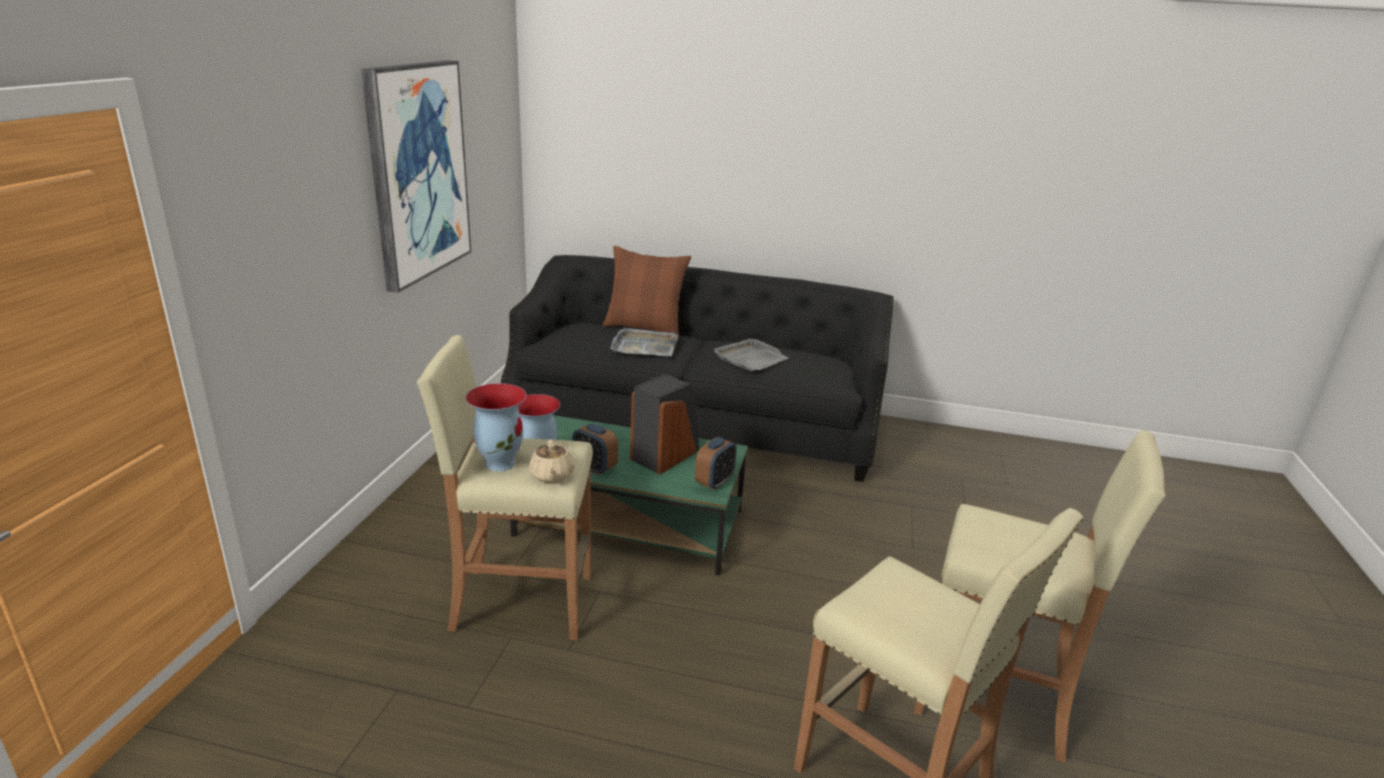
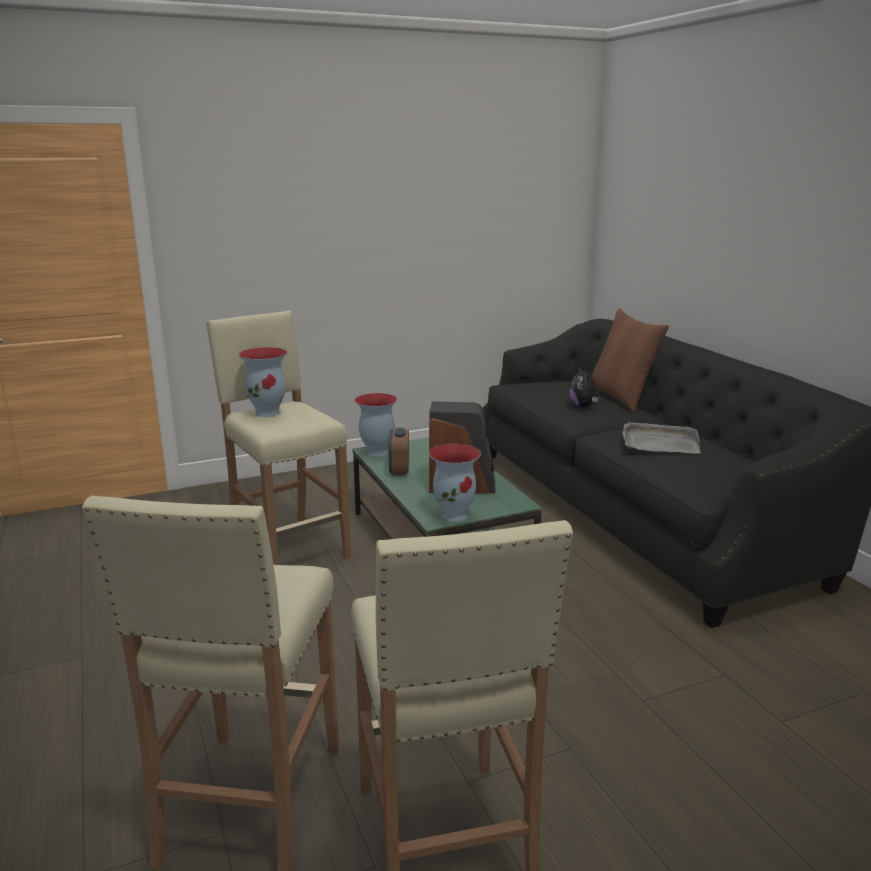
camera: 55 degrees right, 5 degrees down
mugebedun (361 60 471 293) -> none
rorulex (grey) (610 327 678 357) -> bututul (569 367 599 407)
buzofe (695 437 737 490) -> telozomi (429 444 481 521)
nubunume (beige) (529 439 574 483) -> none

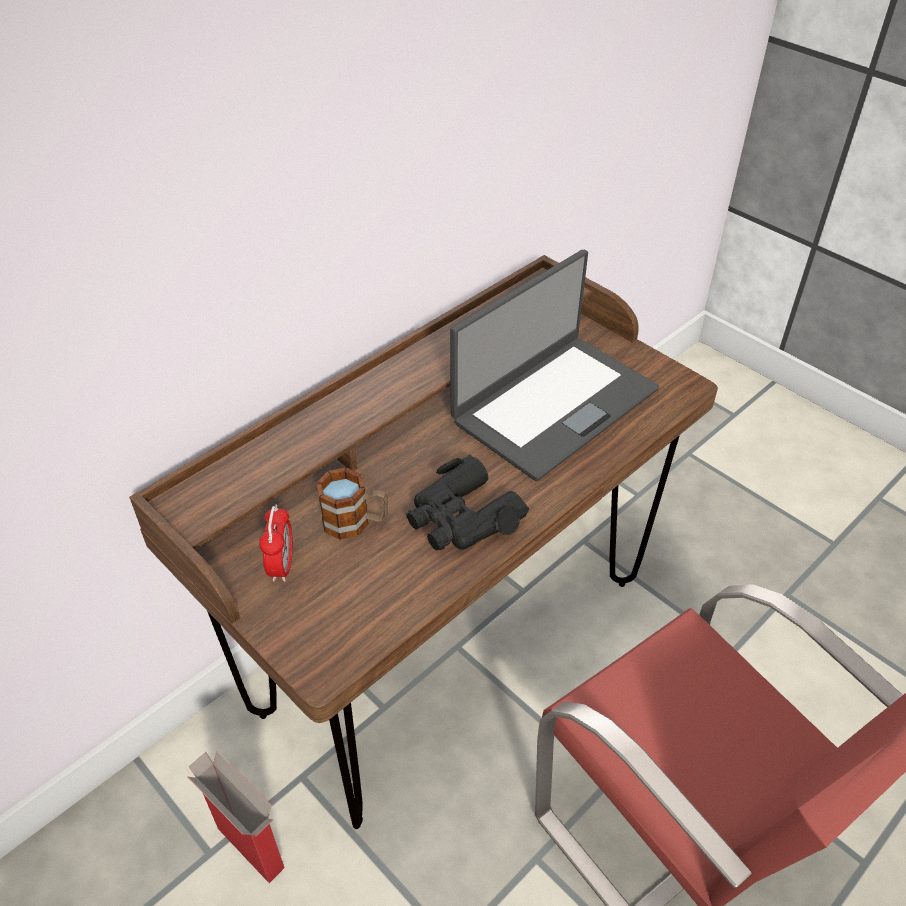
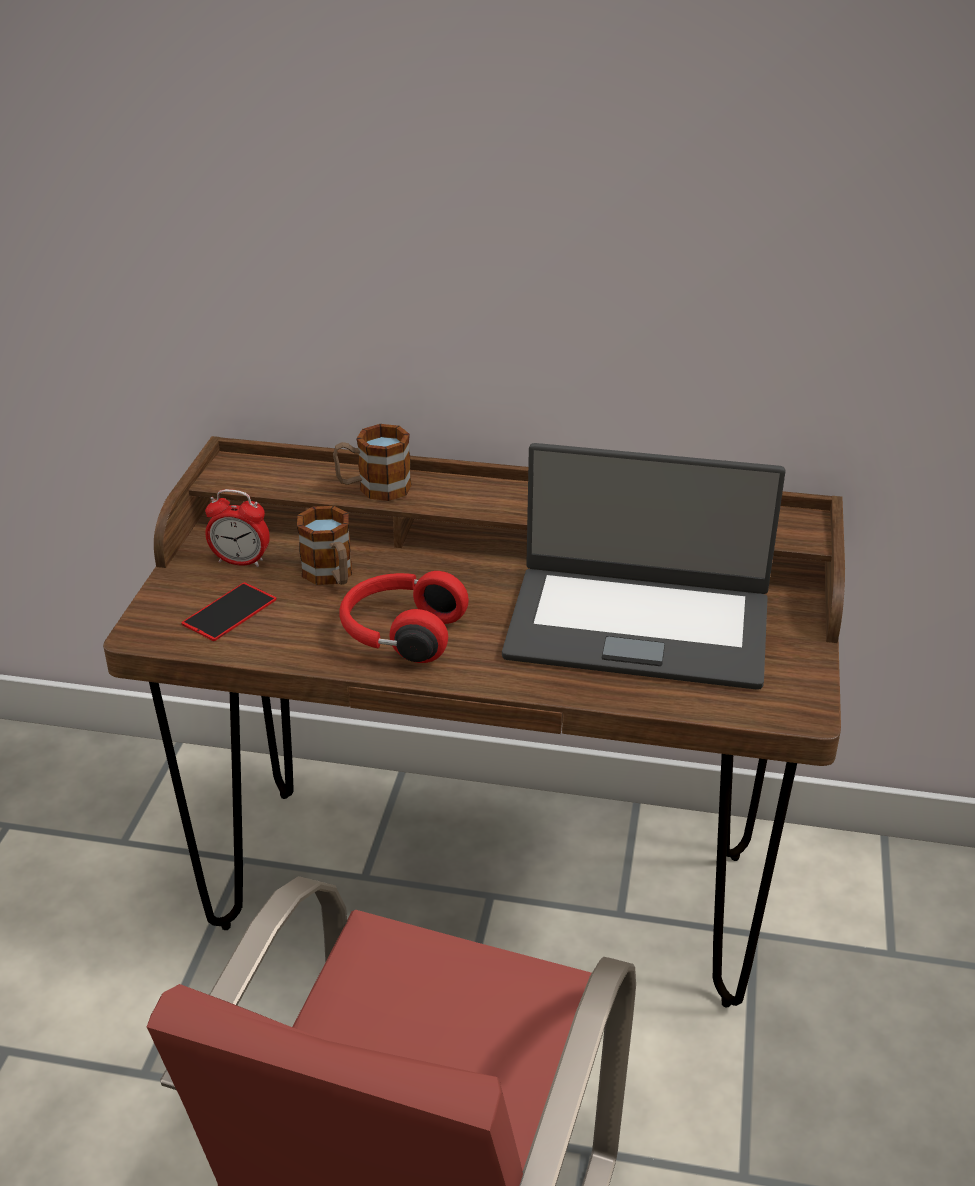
camera: 55 degrees right, 10 degrees down
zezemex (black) (406 455 529 550) -> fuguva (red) (339 571 469 663)
buzofe (259 505 293 582) -> buzofe (205 489 270 567), 45 degrees clockwise
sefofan (188 751 285 883) -> none
none -> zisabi (333 424 412 501)
none -> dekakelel (182 582 277 641)

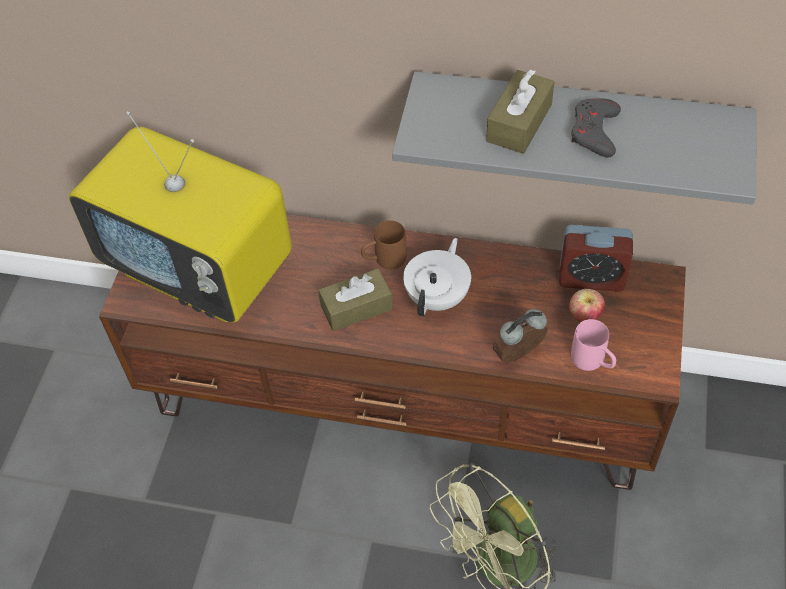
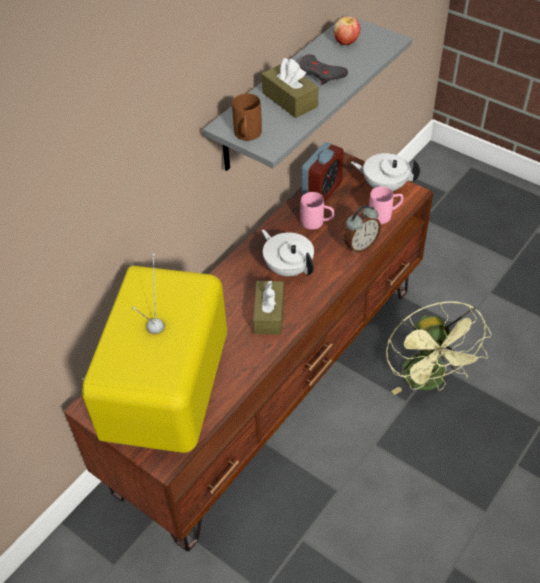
camera: 65 degrees left, 5 degrees down
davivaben (69 111 292 323) -> davivaben (82 253 227 453), 135 degrees clockwise
zisabi (brown) (361 220 406 270) -> zisabi (brown) (232 93 262 141), move
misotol (569 289 605 322) -> misotol (334 16 360 45), move
buzofe (493 309 547 363) -> buzofe (344 205 381 254), 120 degrees counterclockwise
none -> nubunume (white) (351 153 420 191)
none -> zisabi (pink) (301 192 335 230)

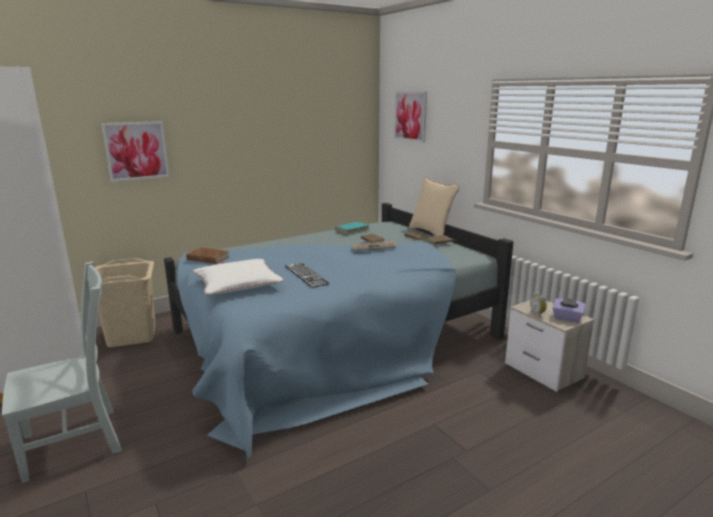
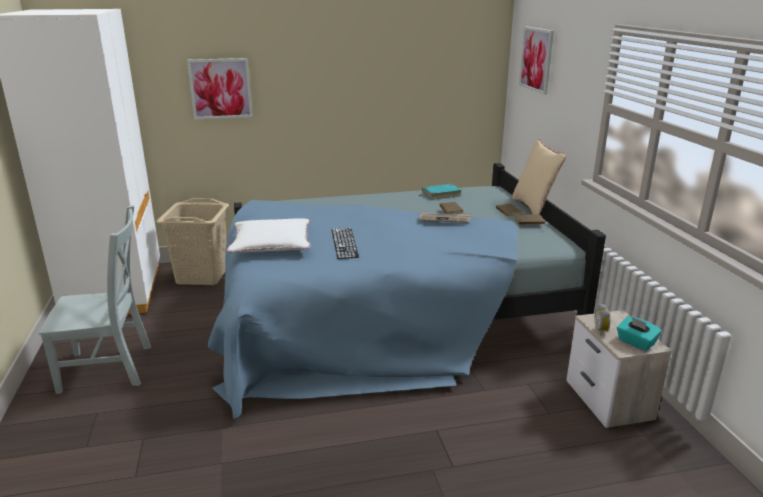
camera: 20 degrees right, 5 degrees up
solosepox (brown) (186 247 229 264) -> none
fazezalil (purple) (553 297 586 322) -> fazezalil (turquoise) (617 316 662 351)

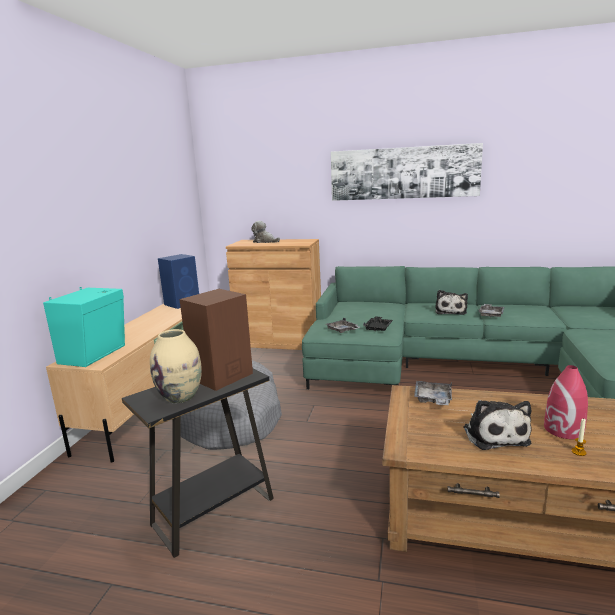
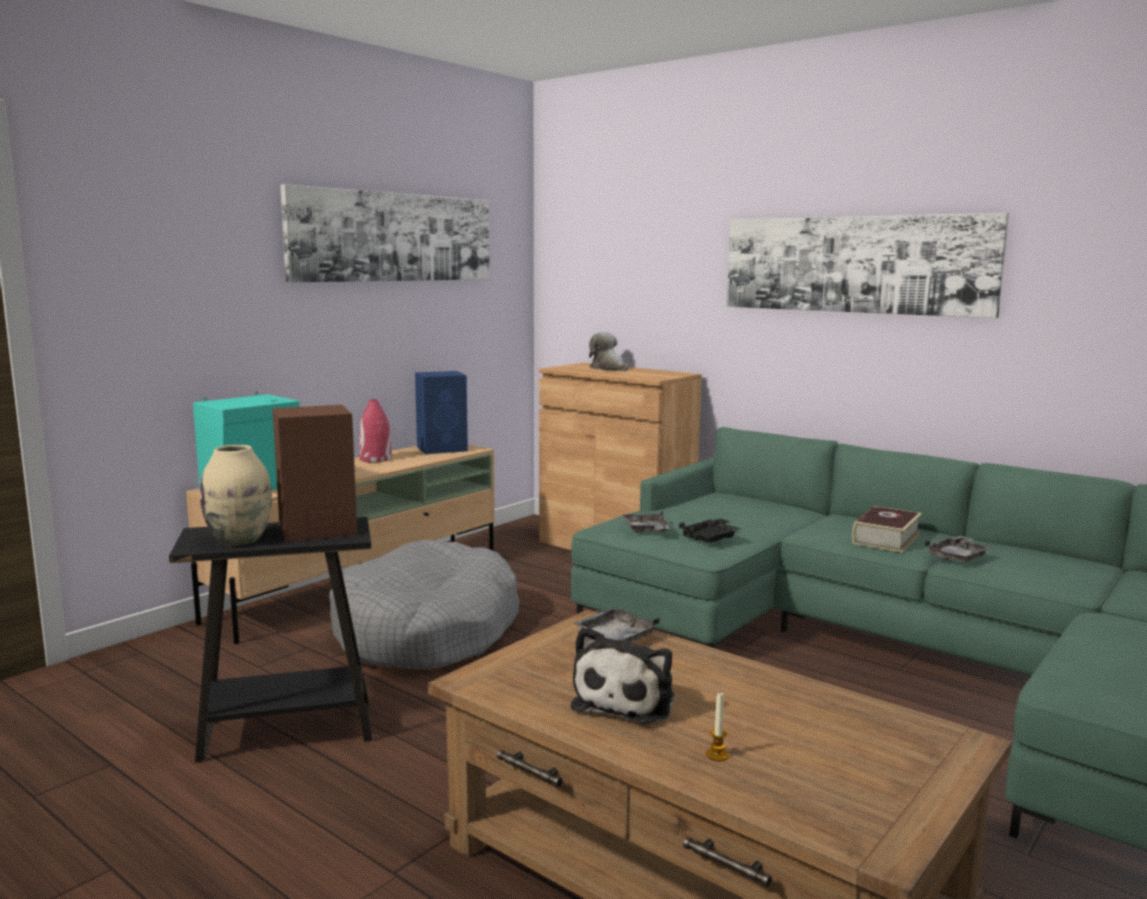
camera: 25 degrees right, 5 degrees down
bututul (435 290 468 315) -> solosepox (852 506 922 553)
telozomi (red) (544 365 588 439) -> telozomi (red) (359 399 392 462), move
none -> mugebedun (280 184 489 282)

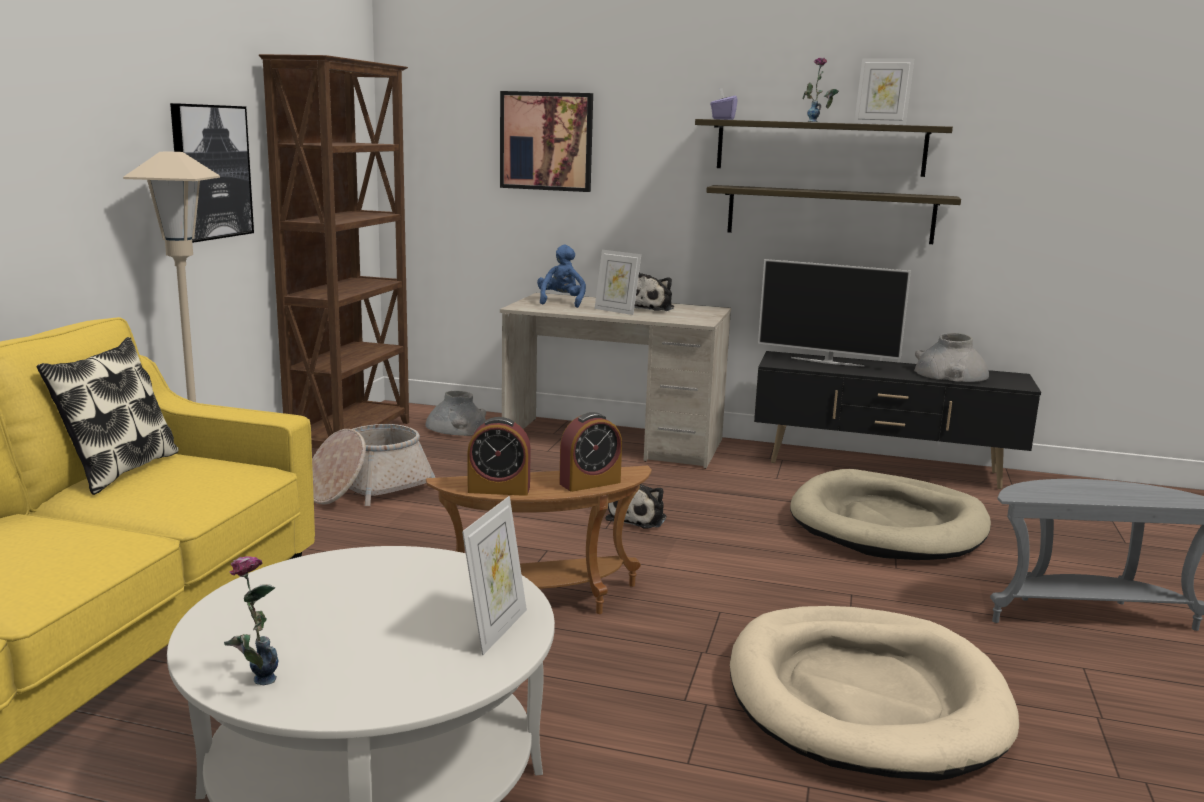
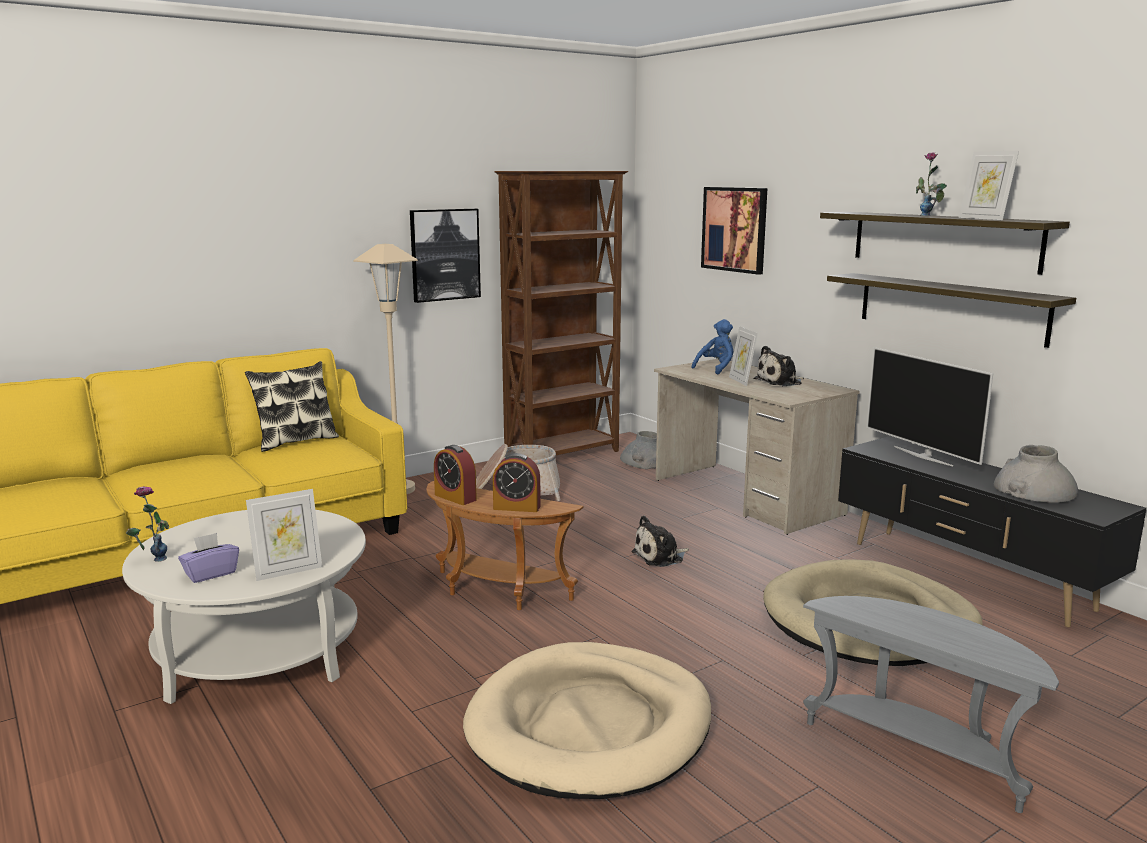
camera: 40 degrees right, 0 degrees up
fazezalil (purple) (710 88 738 120) -> fazezalil (purple) (178 533 239 583), move

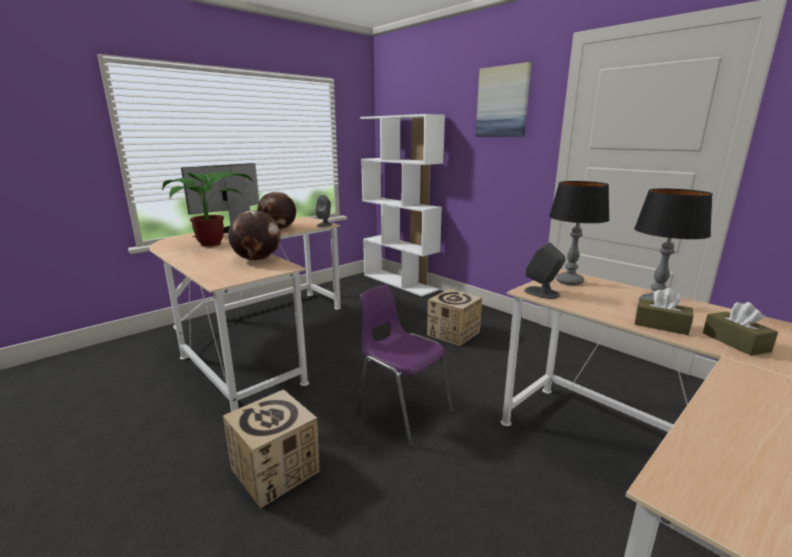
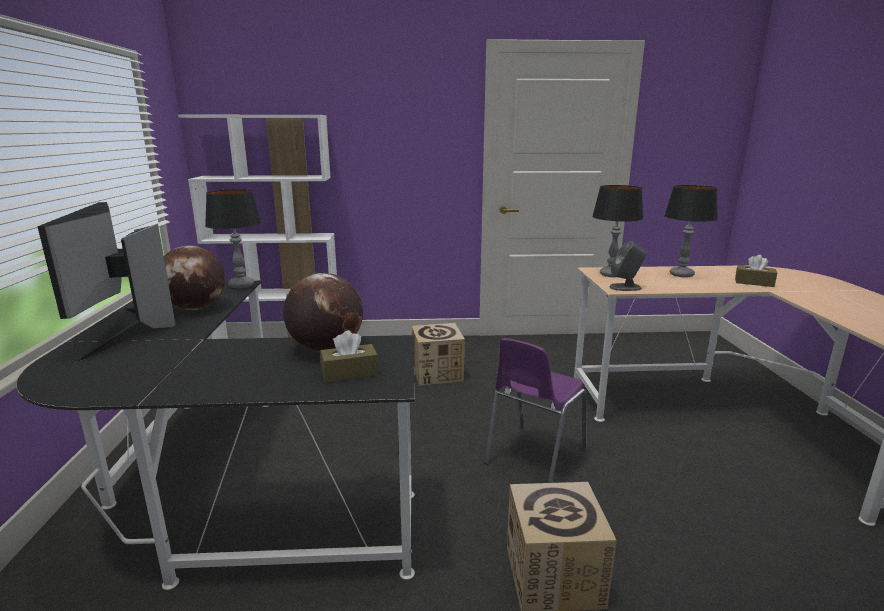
camera: 50 degrees left, 0 degrees up
mugebedun (476 62 531 137) -> none
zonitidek (162 172 253 247) -> none
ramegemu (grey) (316 195 333 227) -> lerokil (205 189 261 289)
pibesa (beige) (149 217 341 412) -> pibesa (black) (16 281 415 590)
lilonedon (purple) (356 285 453 447) -> lilonedon (purple) (485 338 587 483), 45 degrees counterclockwise
fazezalil (brown) (635 288 693 335) -> fazezalil (brown) (320 330 378 383), move

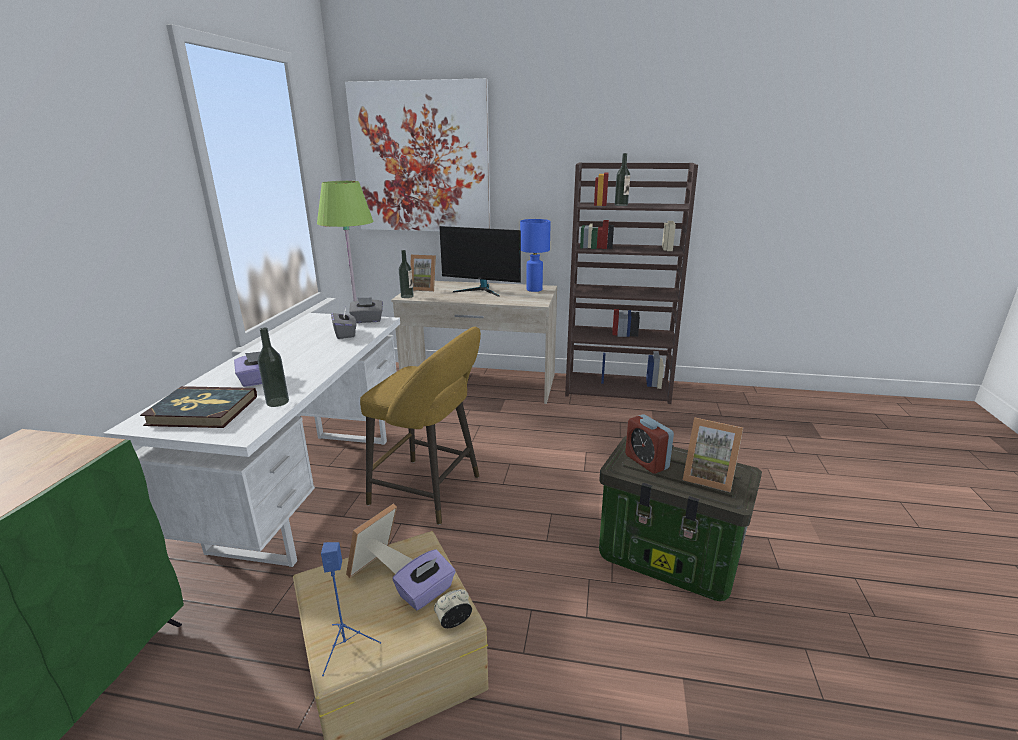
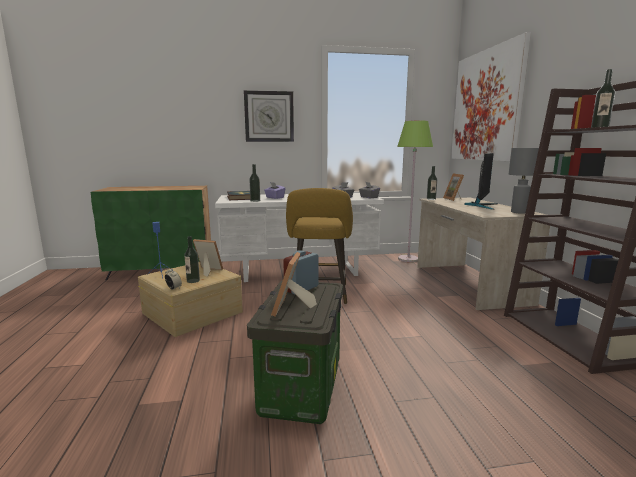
camera: 70 degrees right, 10 degrees down
lerokil (blue) (520 219 551 292) -> lerokil (grey) (509 148 539 214)
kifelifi (439 226 521 297) -> kifelifi (464 153 498 210), 150 degrees counterclockwise
fazezalil (purple) (393 549 456 610) -> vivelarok (185 236 200 283)
none -> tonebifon (244 90 294 142)

